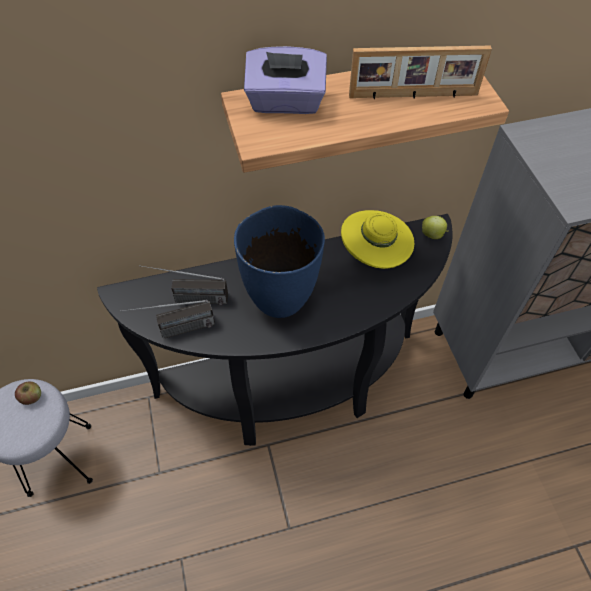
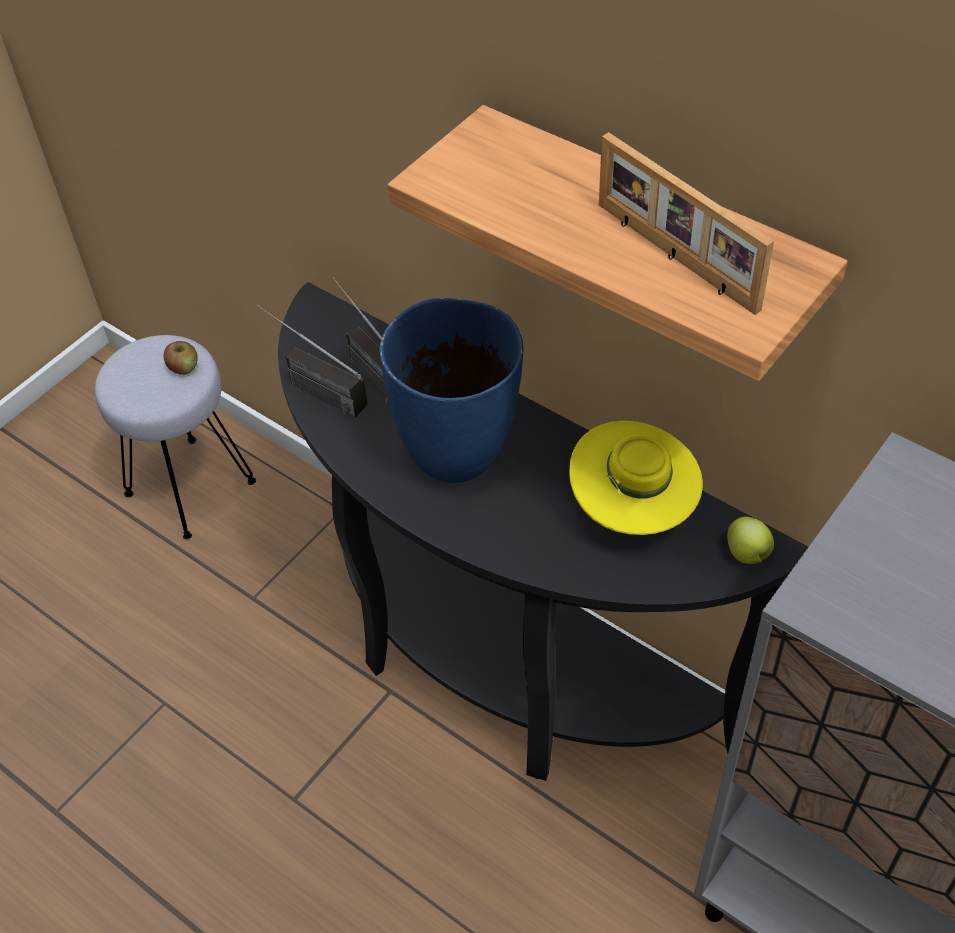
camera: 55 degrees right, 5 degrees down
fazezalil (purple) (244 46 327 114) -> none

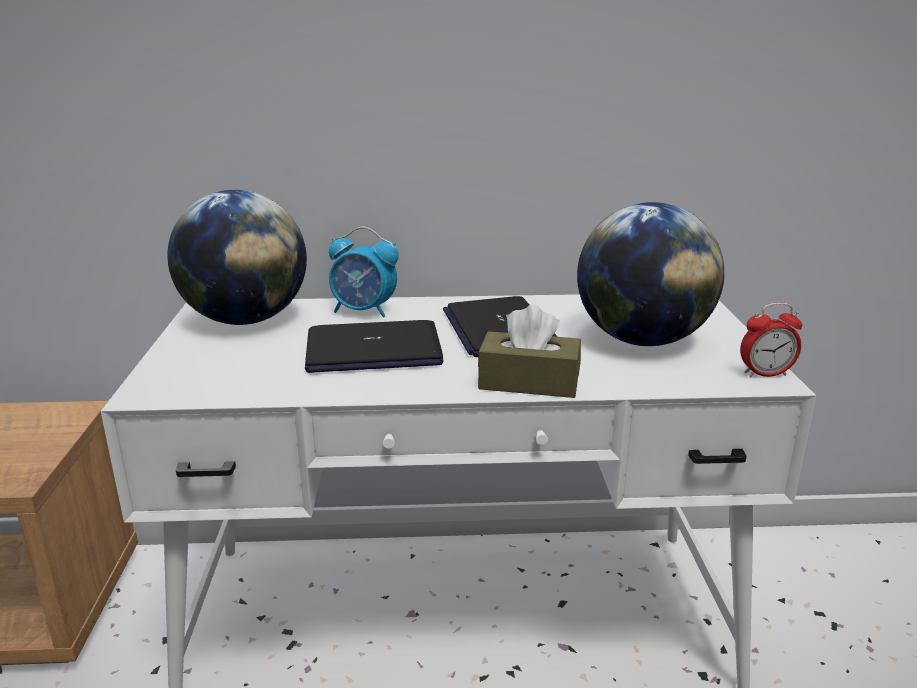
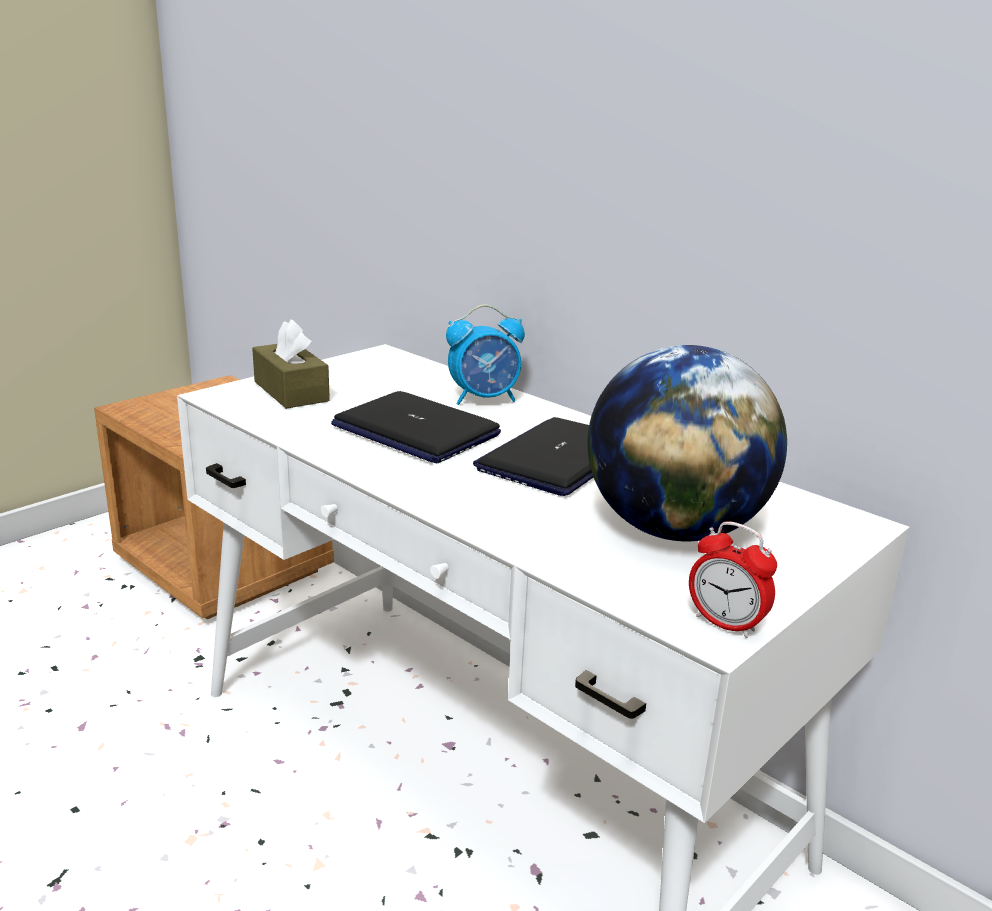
camera: 45 degrees right, 0 degrees up
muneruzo (167 190 307 325) -> none
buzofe (329 227 399 318) -> buzofe (446 304 525 405), 75 degrees counterclockwise
fazezalil (brown) (478 305 581 398) -> fazezalil (brown) (252 319 330 409), move

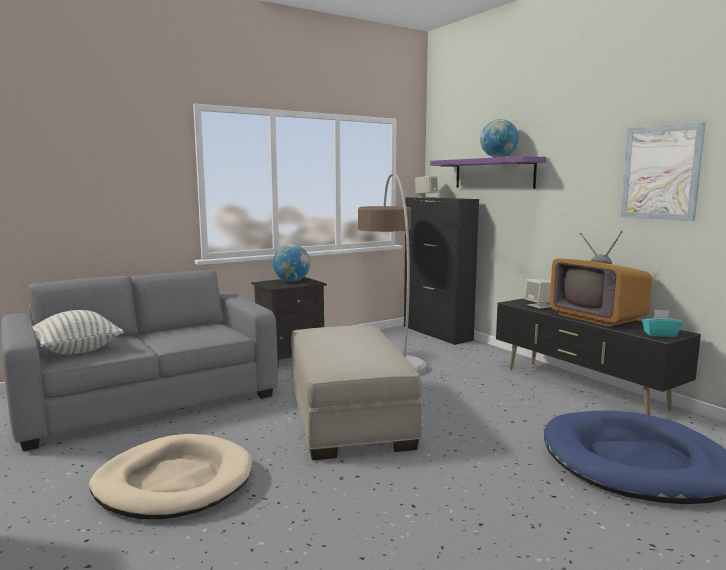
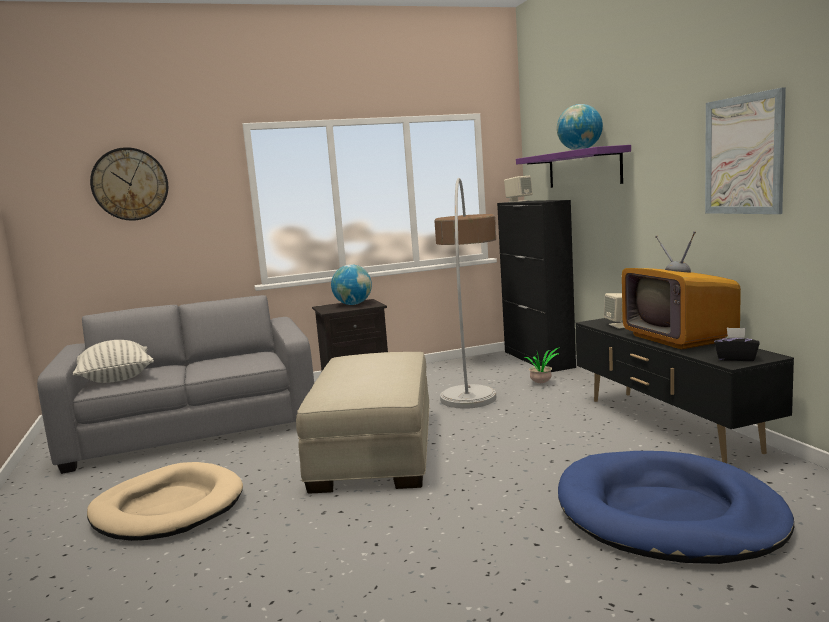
camera: 15 degrees right, 0 degrees up
fazezalil (turquoise) (642 310 682 337) -> fazezalil (black) (714 328 760 361)
none -> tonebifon (90 147 168 221)
none -> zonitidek (524 347 560 383)

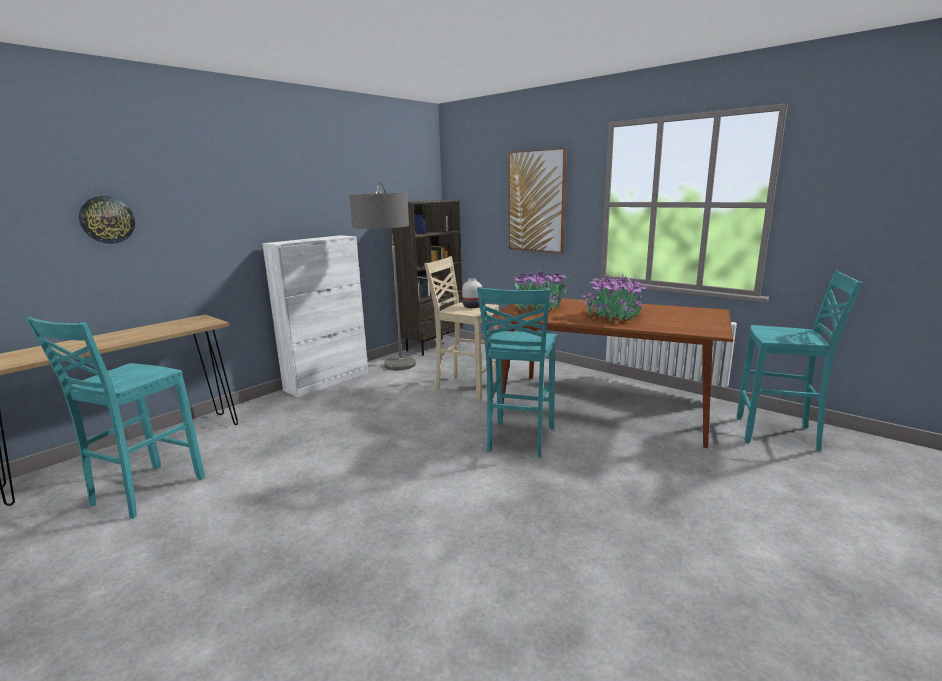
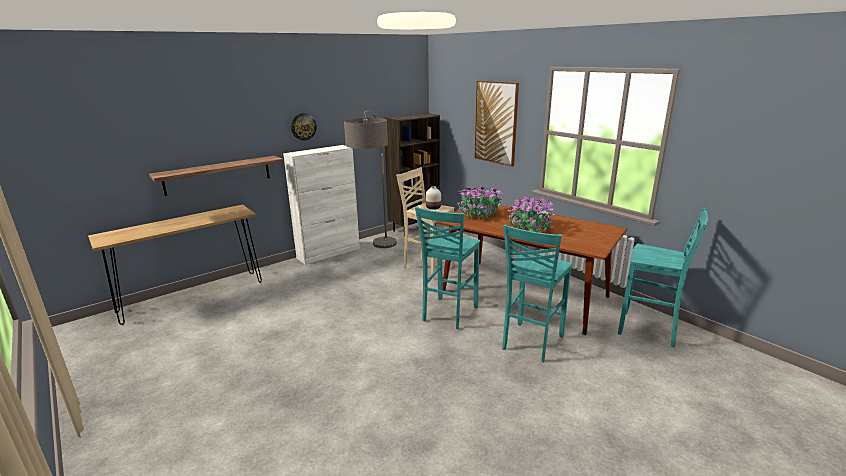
camera: 10 degrees right, 5 degrees up
tonebifon (79 196 135 244) -> tonebifon (291 113 317 141), move
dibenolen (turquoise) (26 317 205 519) -> dibenolen (turquoise) (502 224 572 362), move
none -> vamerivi (149 156 283 196)

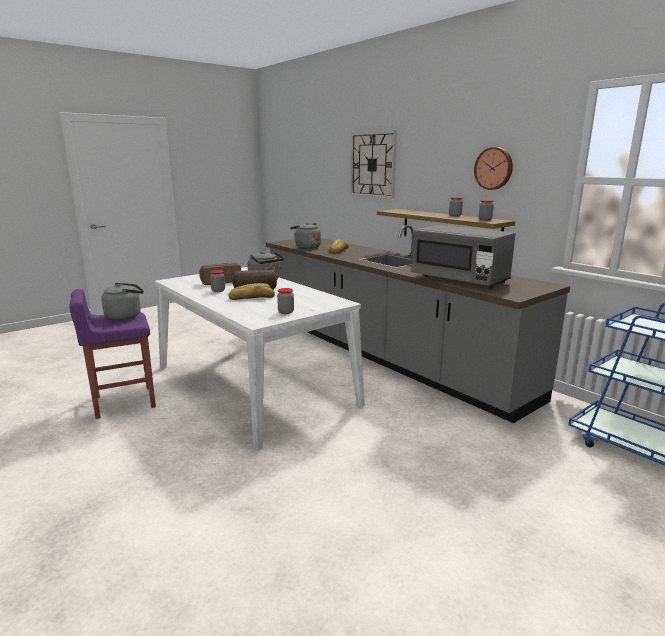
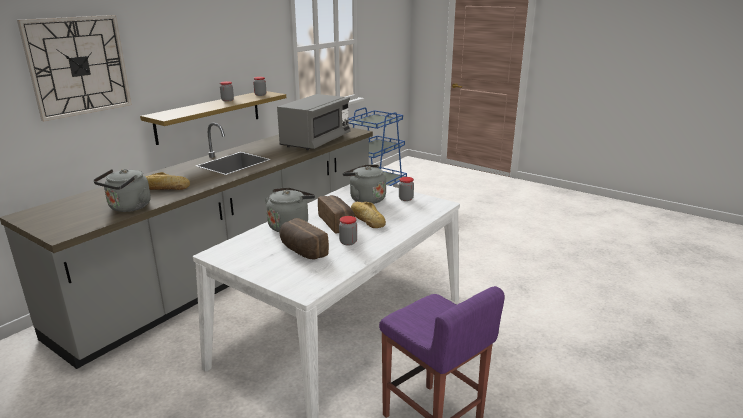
camera: 105 degrees left, 5 degrees up
tonebifon (474 147 513 190) -> none
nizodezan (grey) (101 283 144 320) -> nizodezan (grey) (343 165 386 204), move

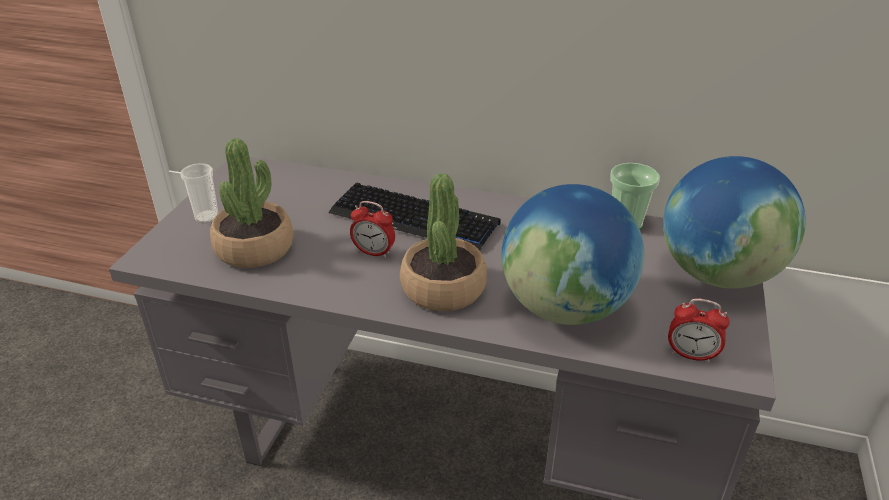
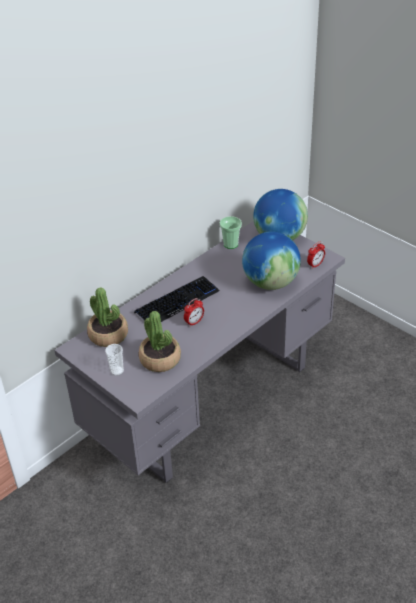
camera: 60 degrees left, 5 degrees up
zonitidek (400 173 487 311) -> zonitidek (87 287 128 347), move

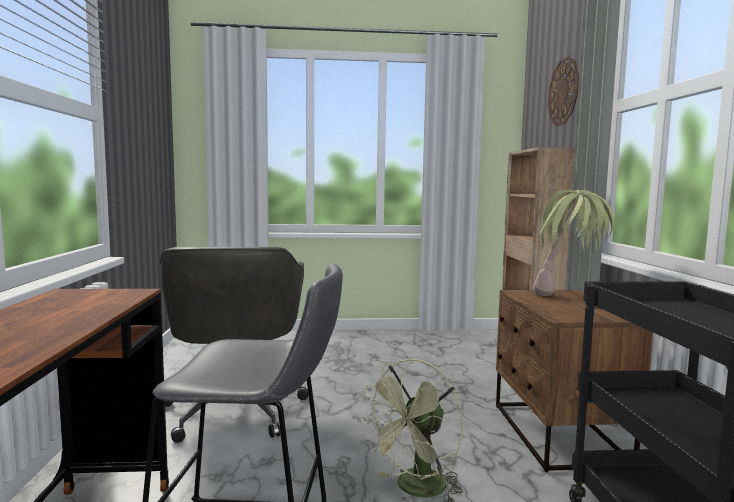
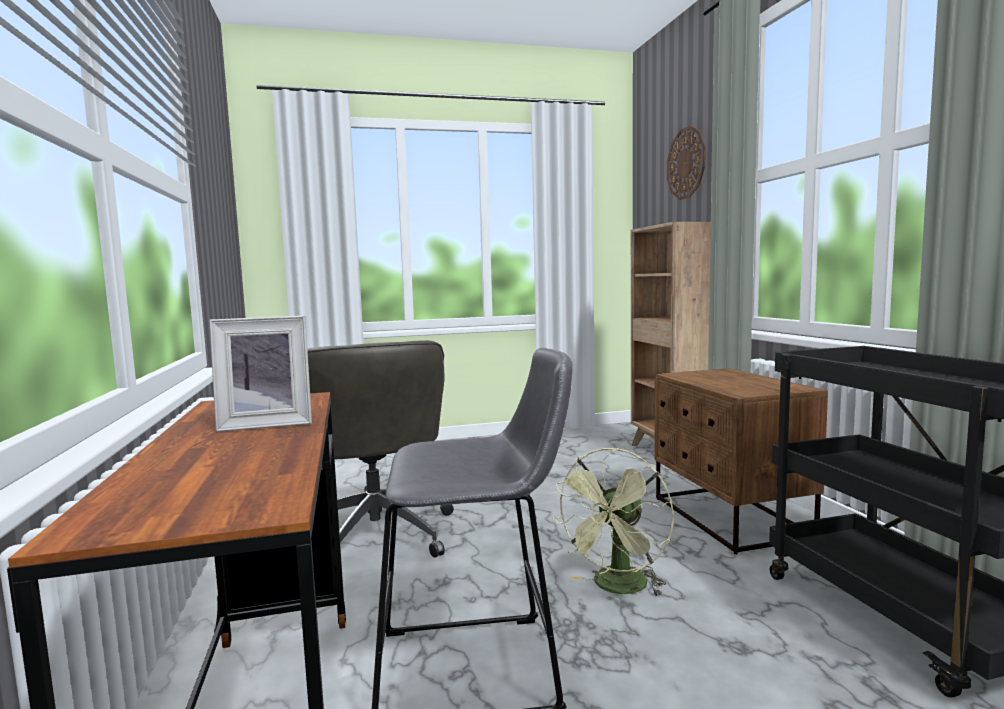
camera: 10 degrees left, 0 degrees up
zonitidek (533 190 615 296) -> none
none -> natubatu (209 316 312 432)

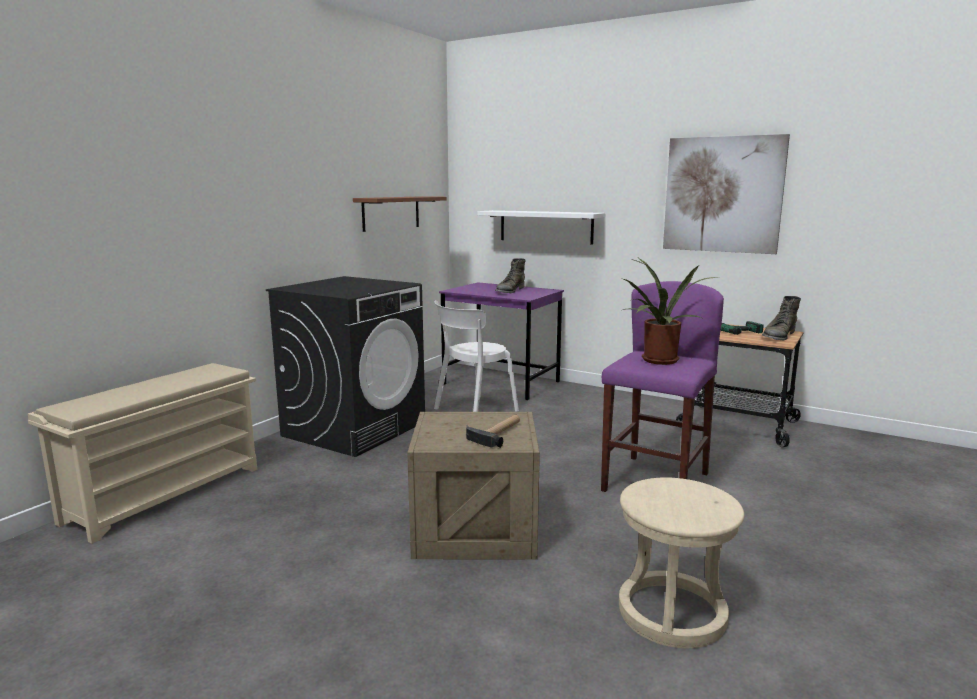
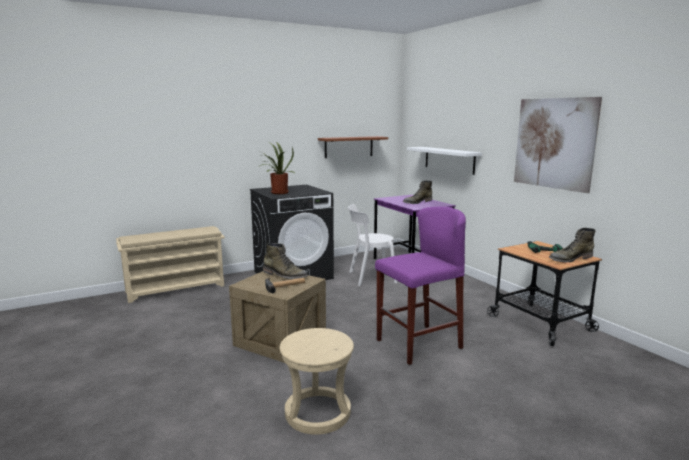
camera: 30 degrees right, 0 degrees up
zonitidek (620 258 718 365) -> zonitidek (260 142 295 194), move
none -> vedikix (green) (263 243 308 279)

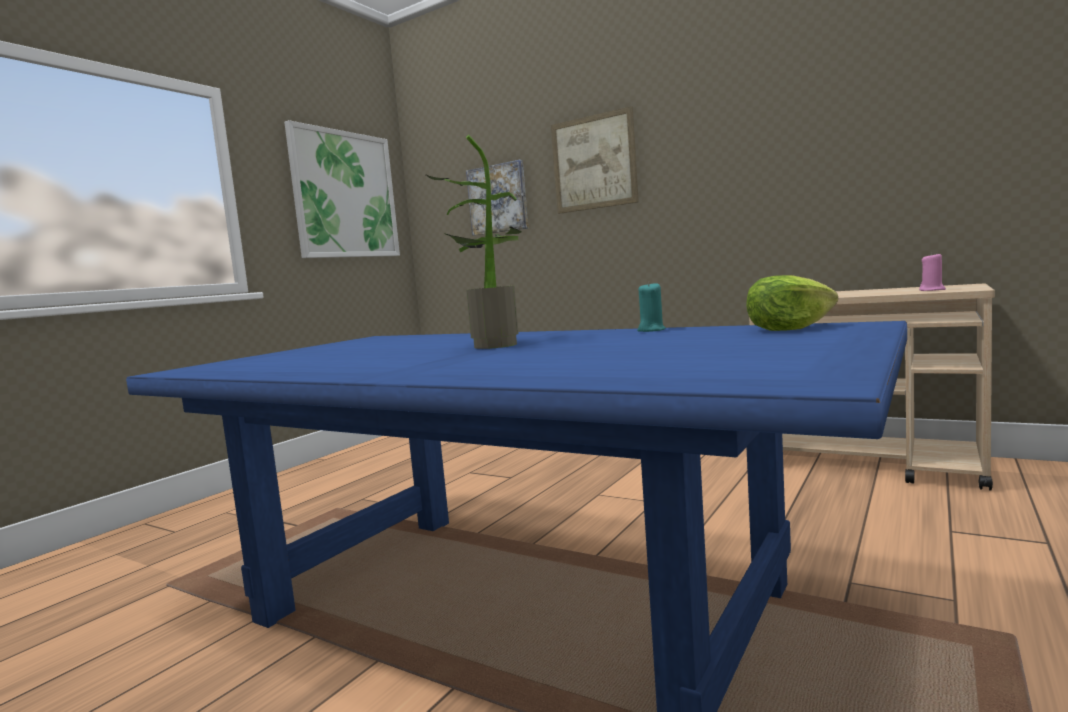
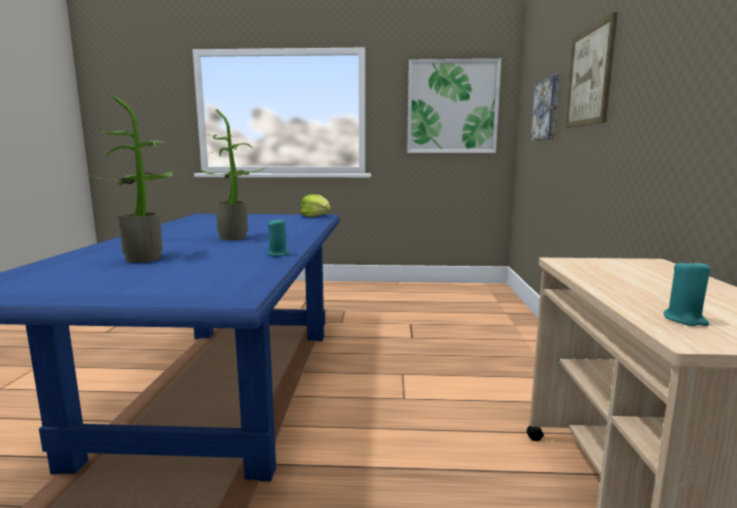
camera: 60 degrees right, 5 degrees up
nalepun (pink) (919 253 946 291) -> nalepun (turquoise) (664 259 711 326)
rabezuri (746 275 838 331) -> rabezuri (301 194 331 217), move
none -> zonitidek (86 96 174 263)

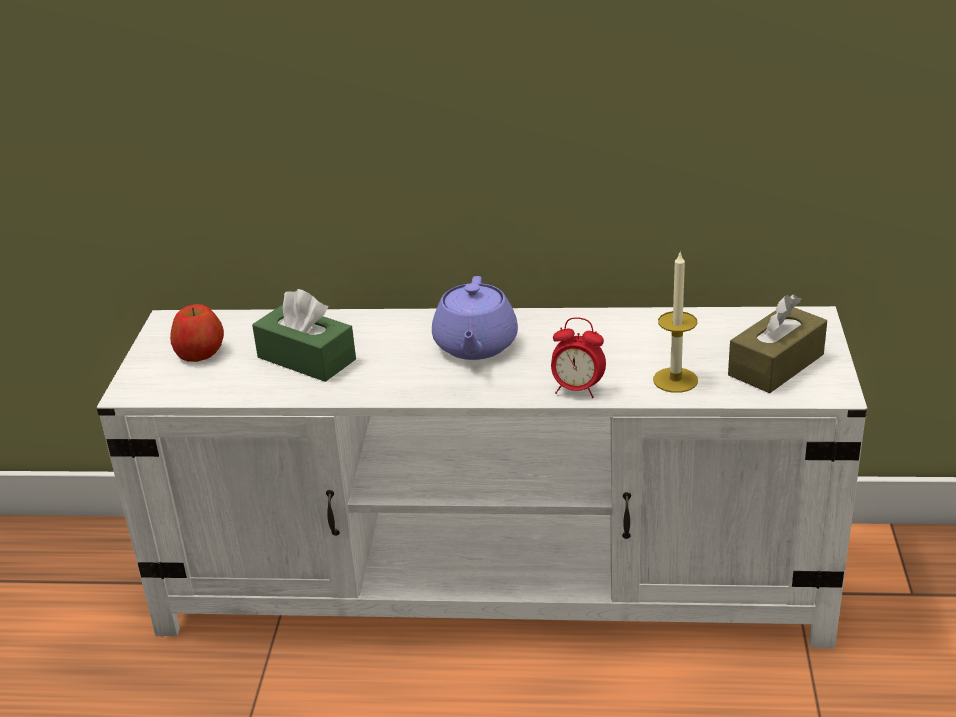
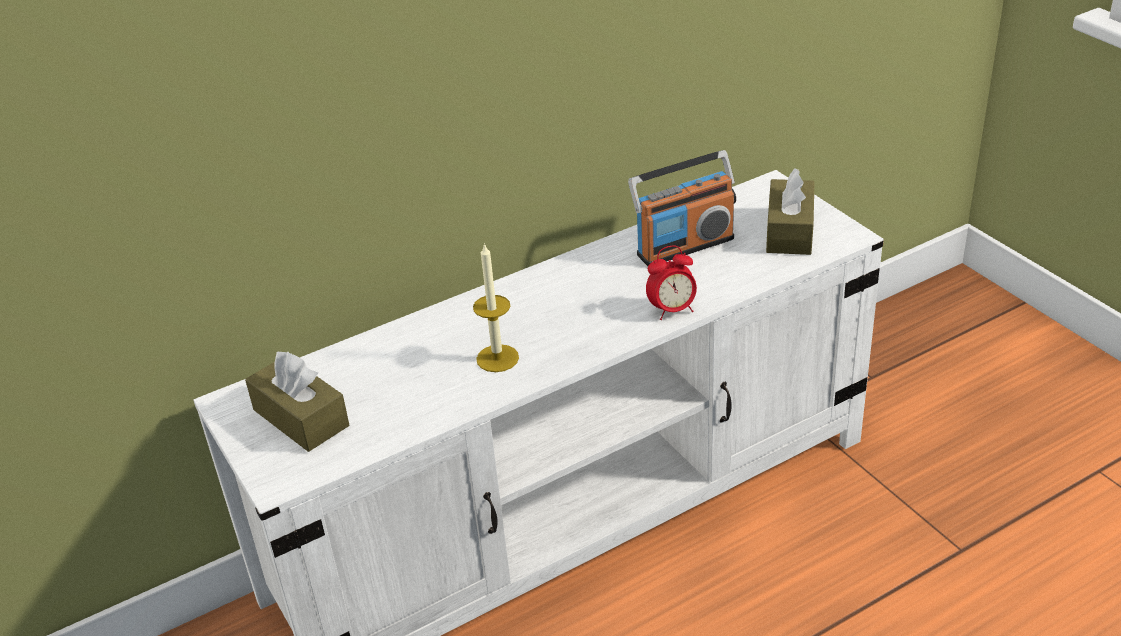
camera: 35 degrees left, 5 degrees up
nalepun (653 253 698 393) -> nalepun (473 243 519 372), move
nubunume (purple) (432 276 518 360) -> none
fazezalil (green) (252 289 356 382) -> none
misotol (170 304 224 362) -> fazezalil (brown) (245 352 349 452)
none -> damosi (628 150 736 266)

